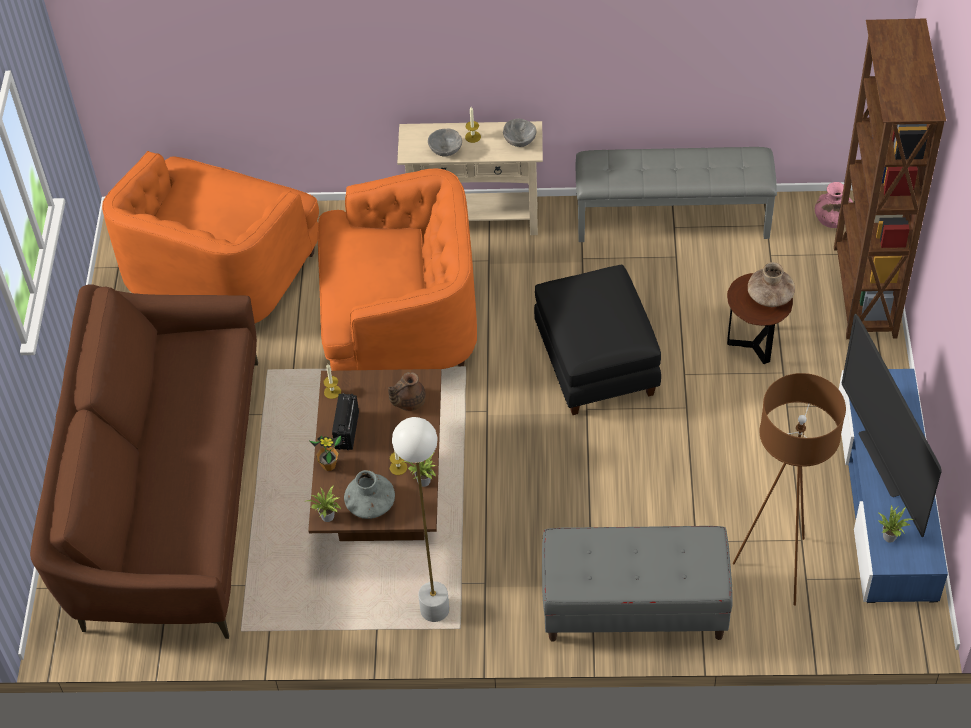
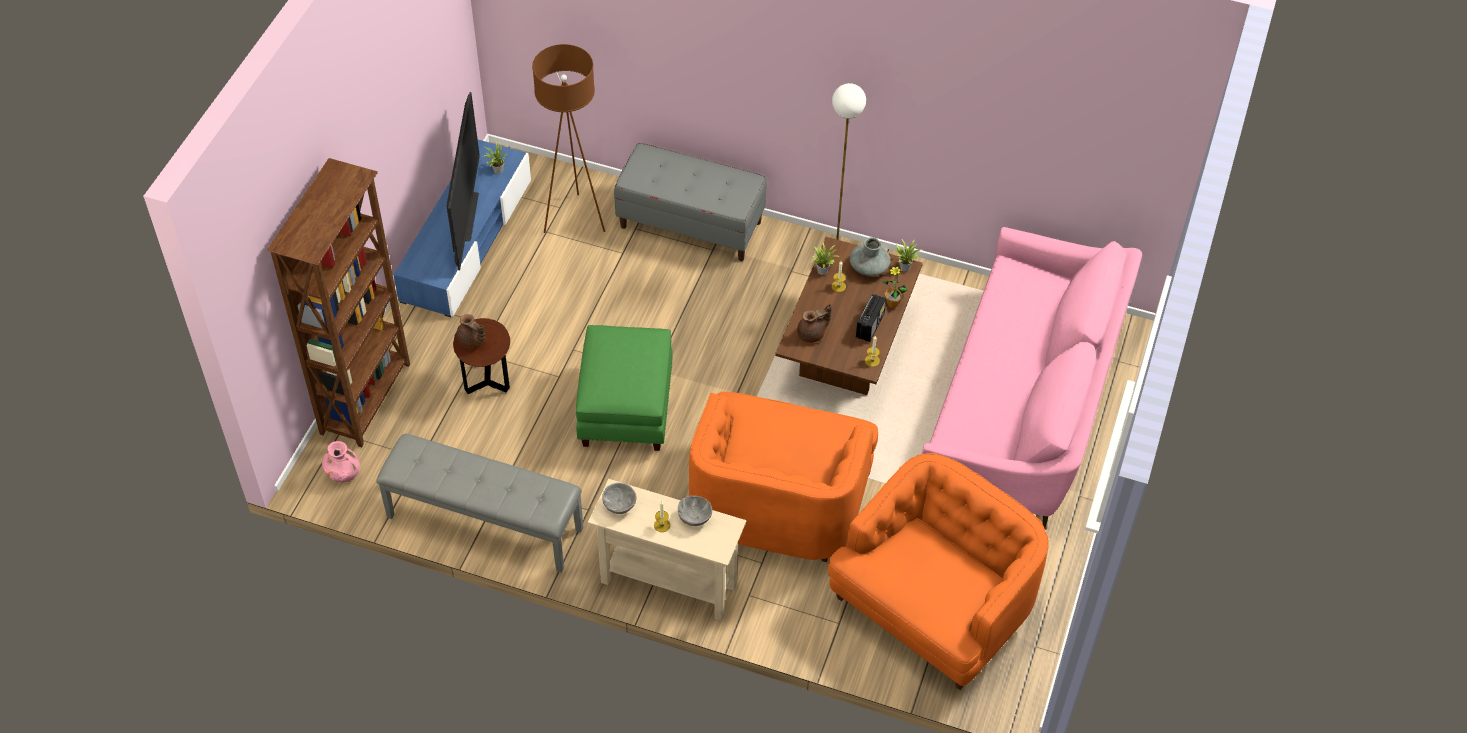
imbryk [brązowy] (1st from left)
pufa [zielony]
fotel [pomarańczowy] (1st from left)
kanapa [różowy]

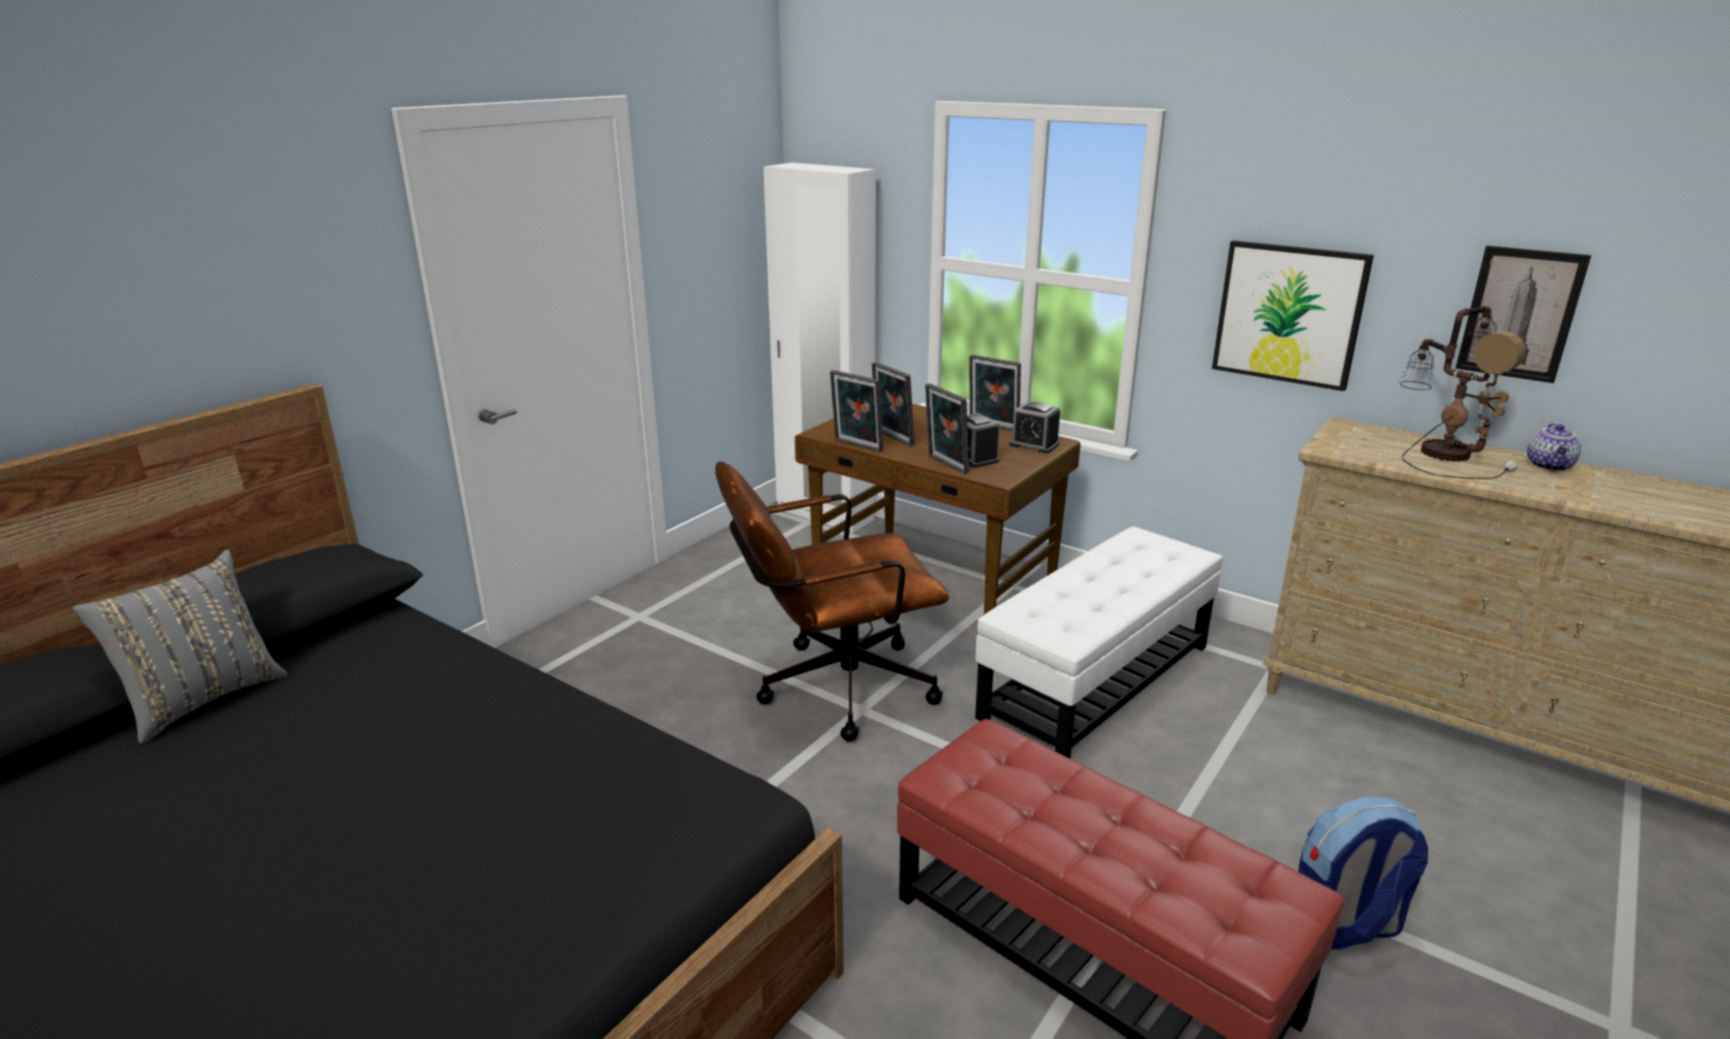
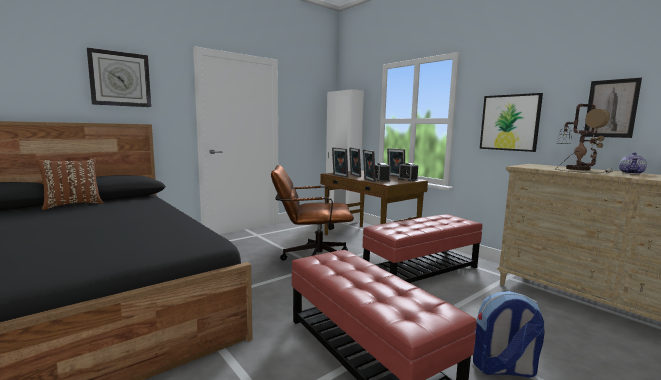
poduszka [brązowy]
zegar ścienny
pufa [czerwony] (2nd from left)

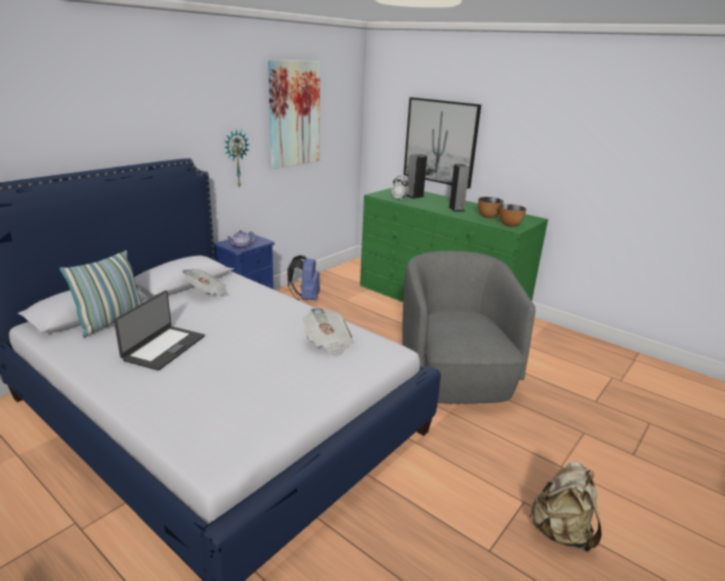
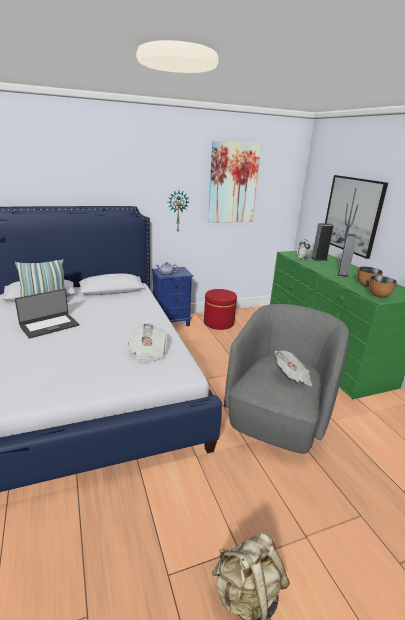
pufa [czerwony]
gazeta (2nd from left)

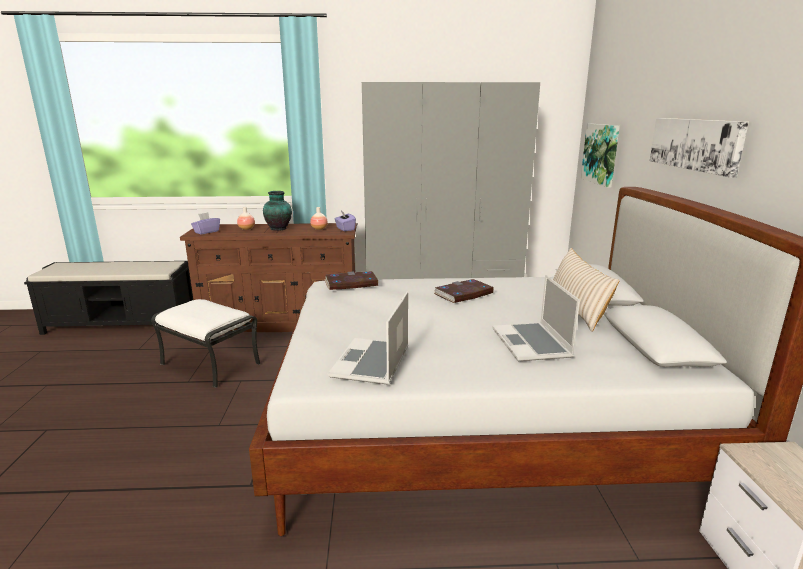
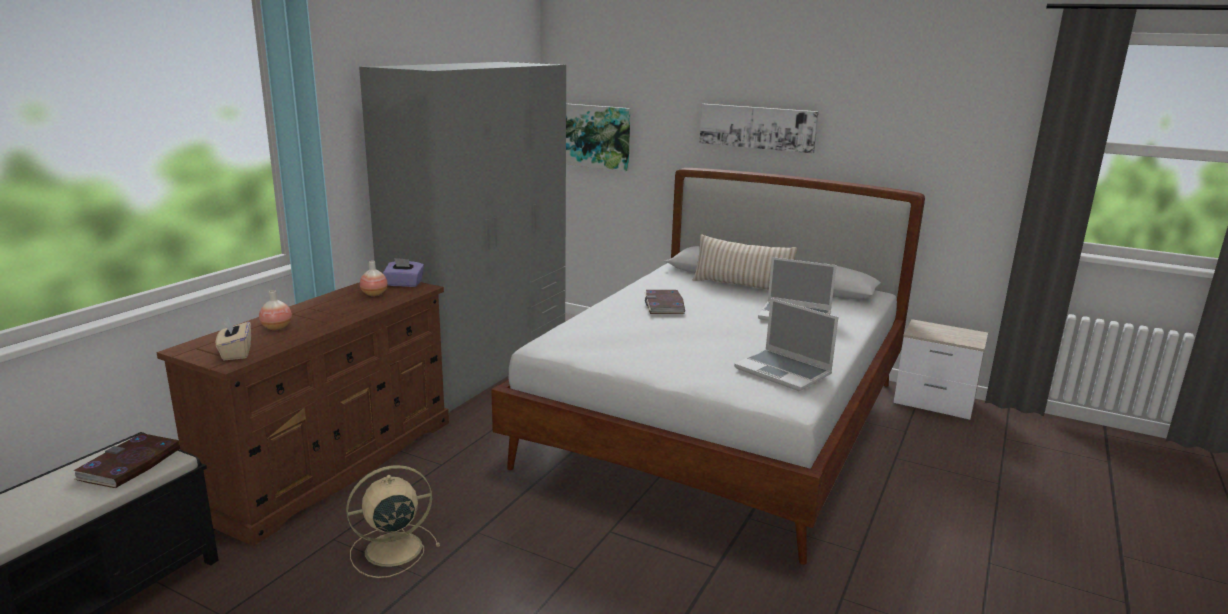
książka (1st from left)
pudełko chusteczek [beżowy]
wentylator [beżowy]
wazon (2nd from left in the first image)

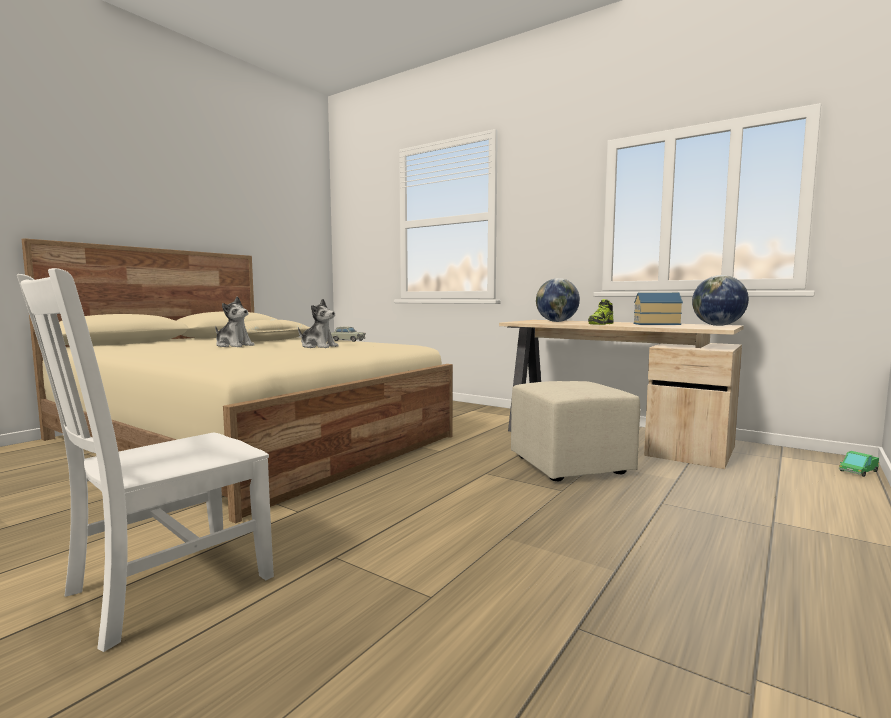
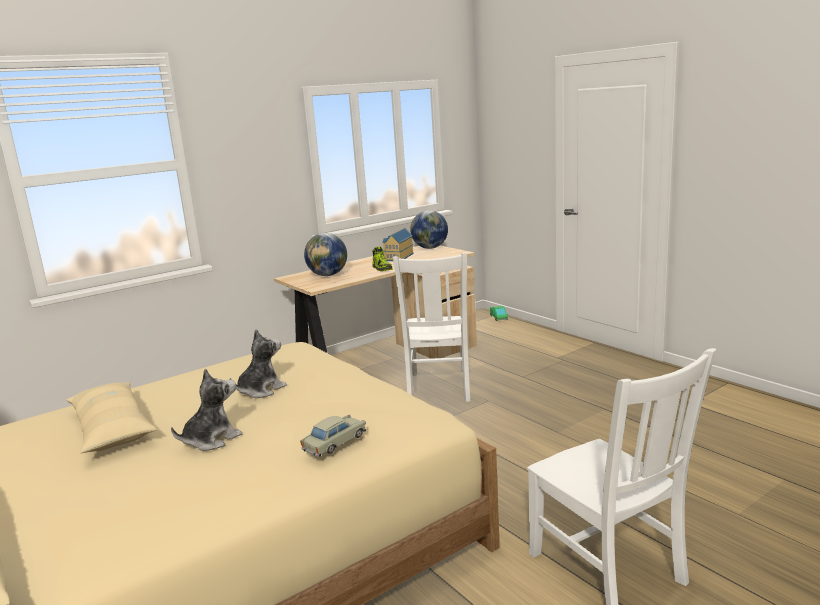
samochodzik [beżowy]
krzesło [biały] (1st from left)

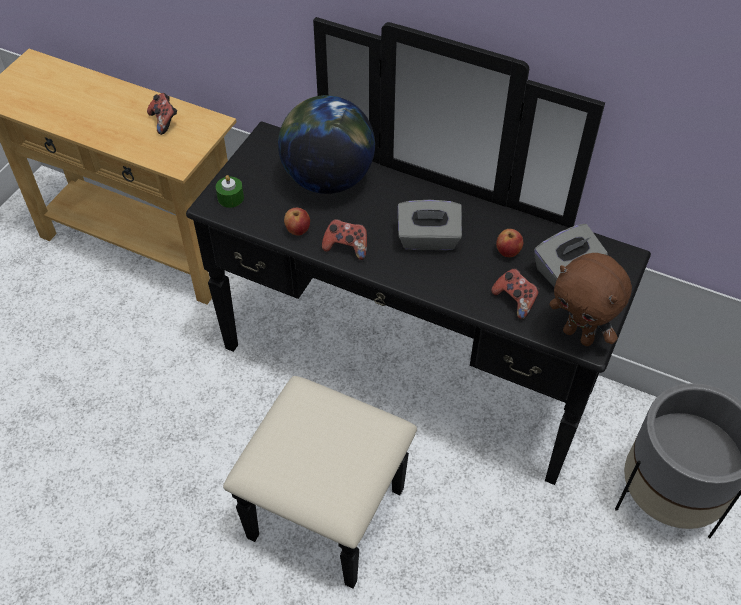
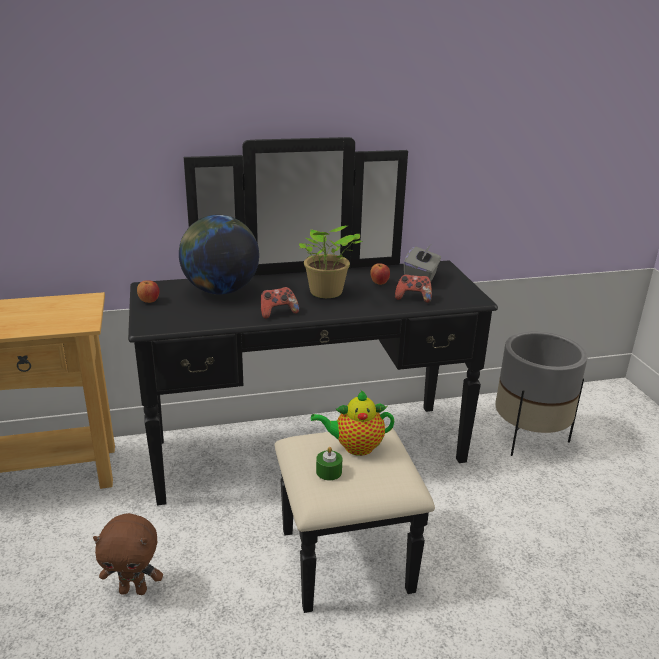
pluszak [brązowy]
jabłko (1st from left)
roślina doniczkowa
imbryk
świeca [zielony]
pad do gier (1st from left in the first image)

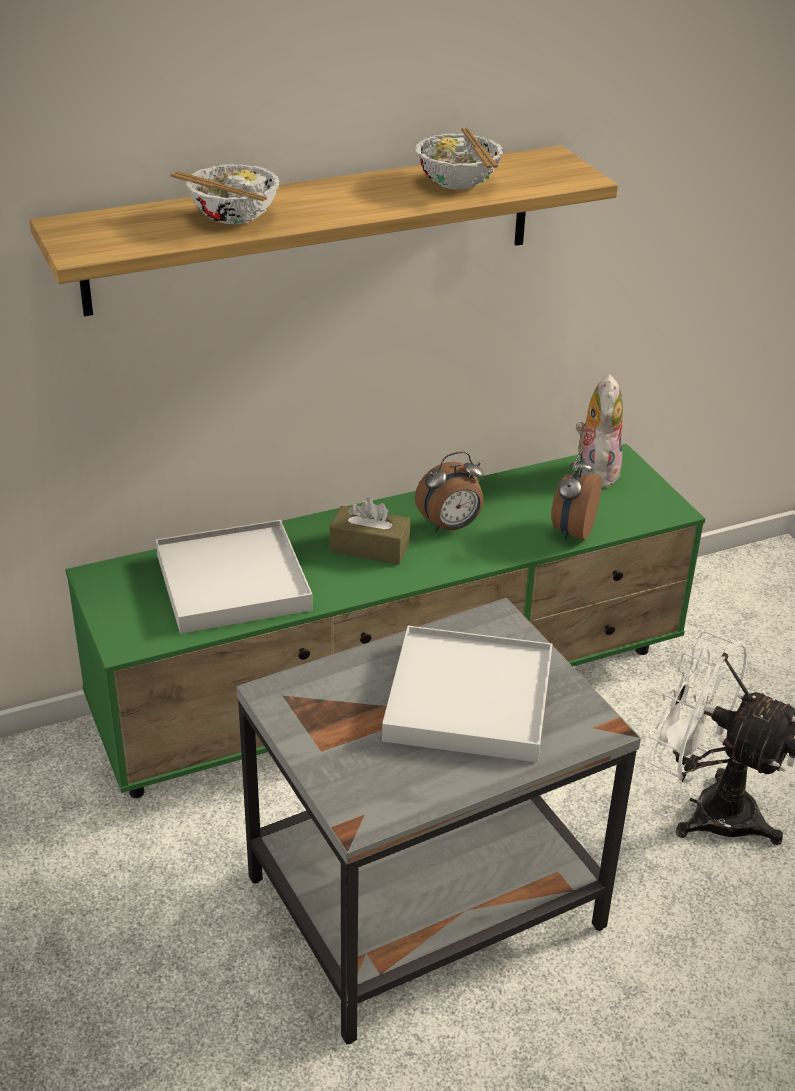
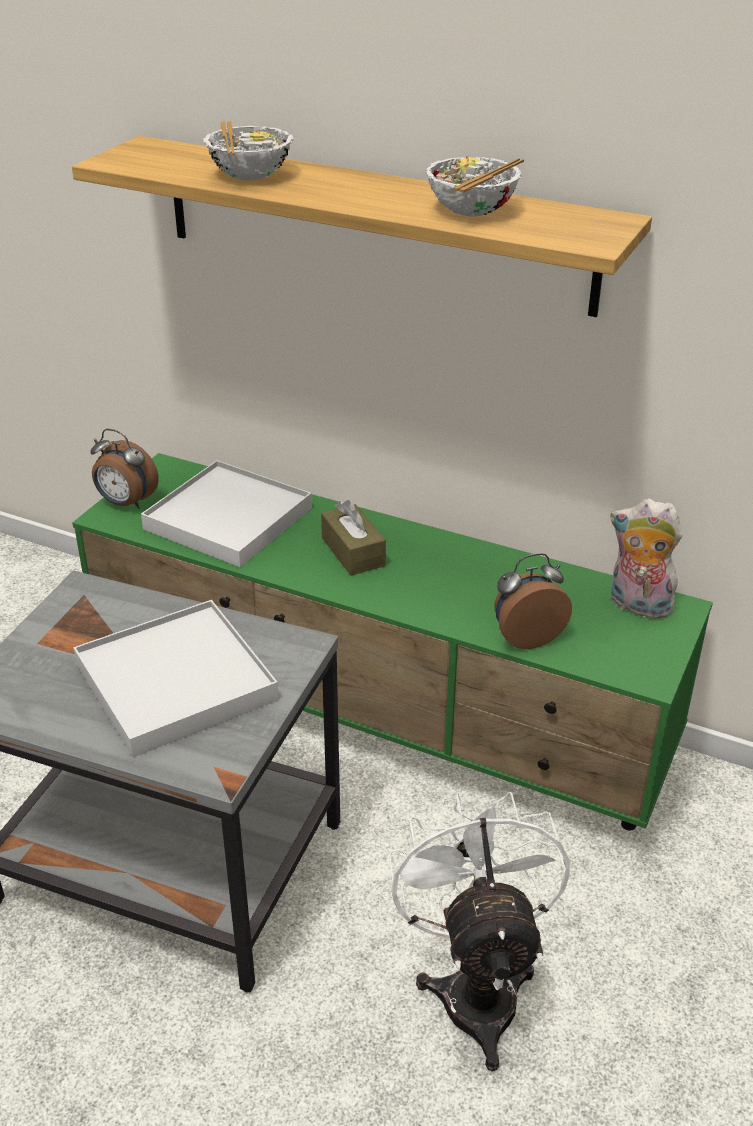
budzik (1st from left)
pluszak

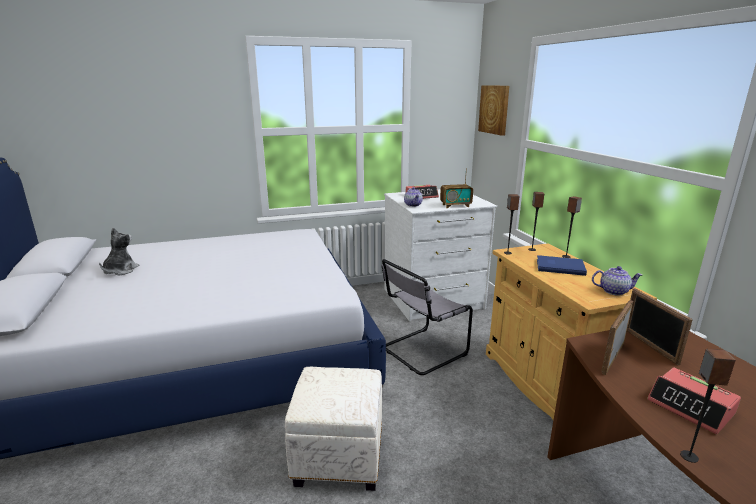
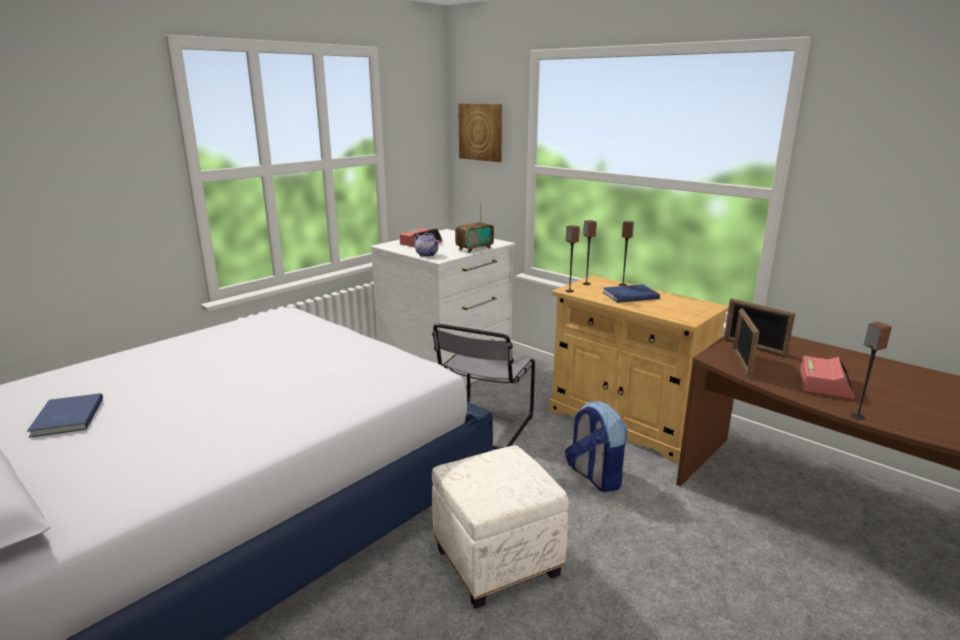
książka [niebieski] (1st from left)
plecak
budzik (2nd from left)
imbryk (2nd from left in the first image)

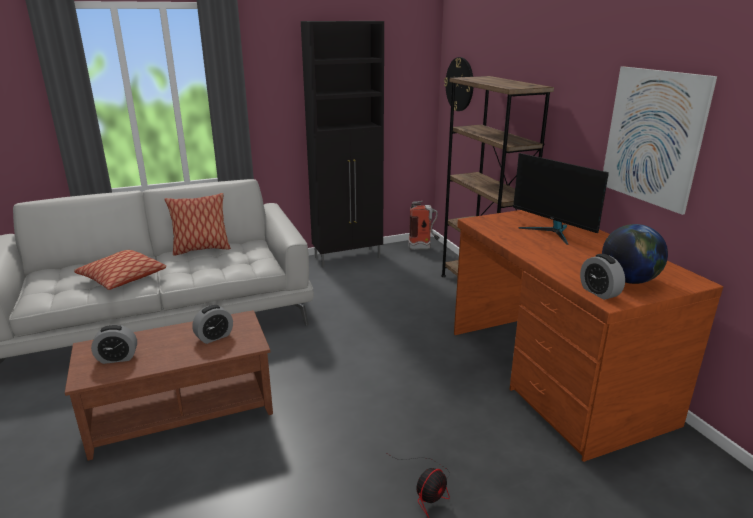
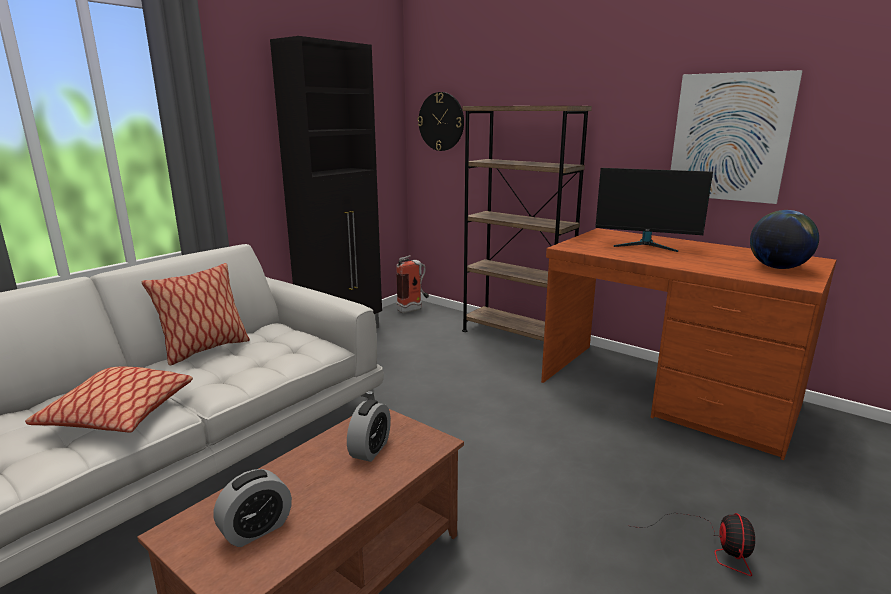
budzik (3rd from left in the first image)

